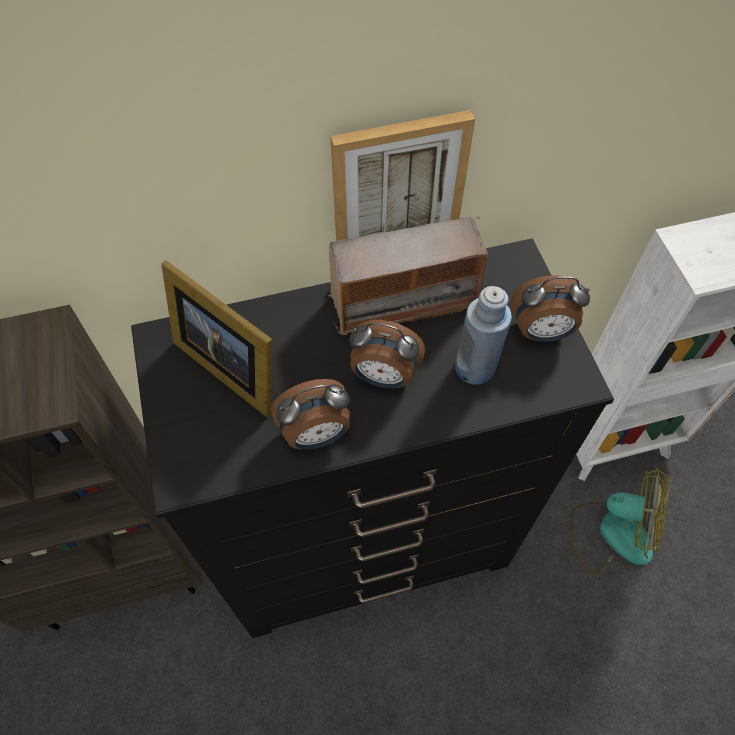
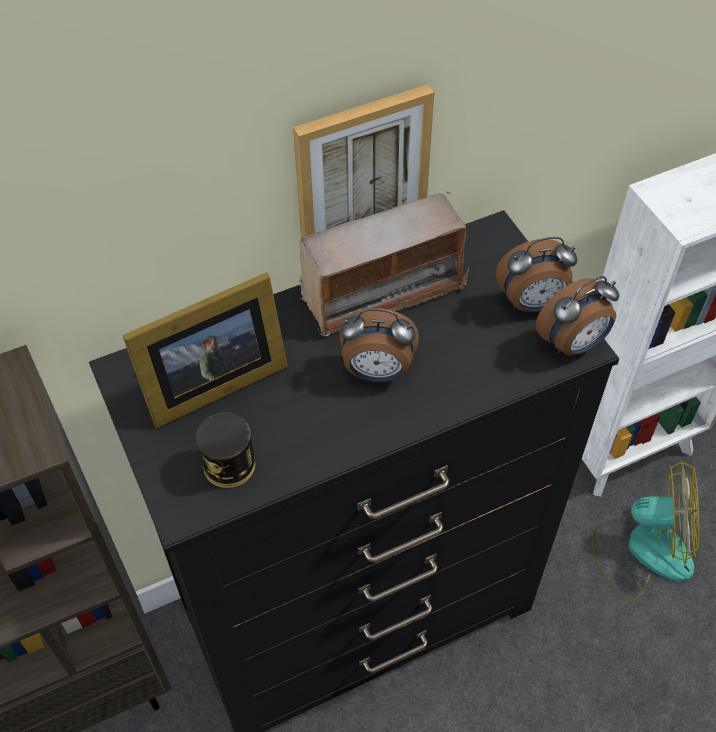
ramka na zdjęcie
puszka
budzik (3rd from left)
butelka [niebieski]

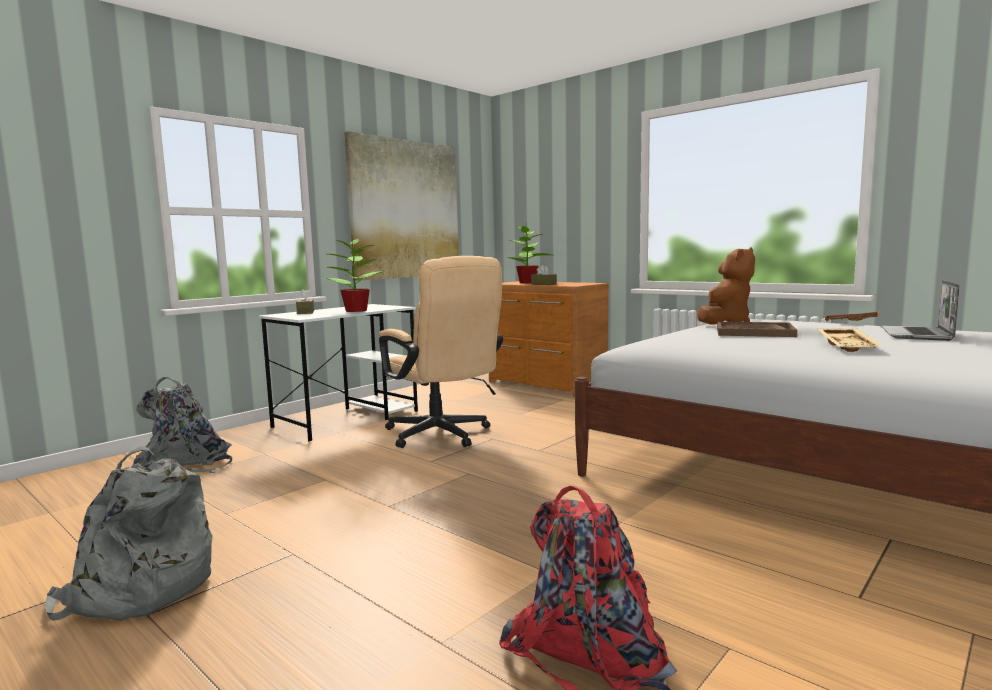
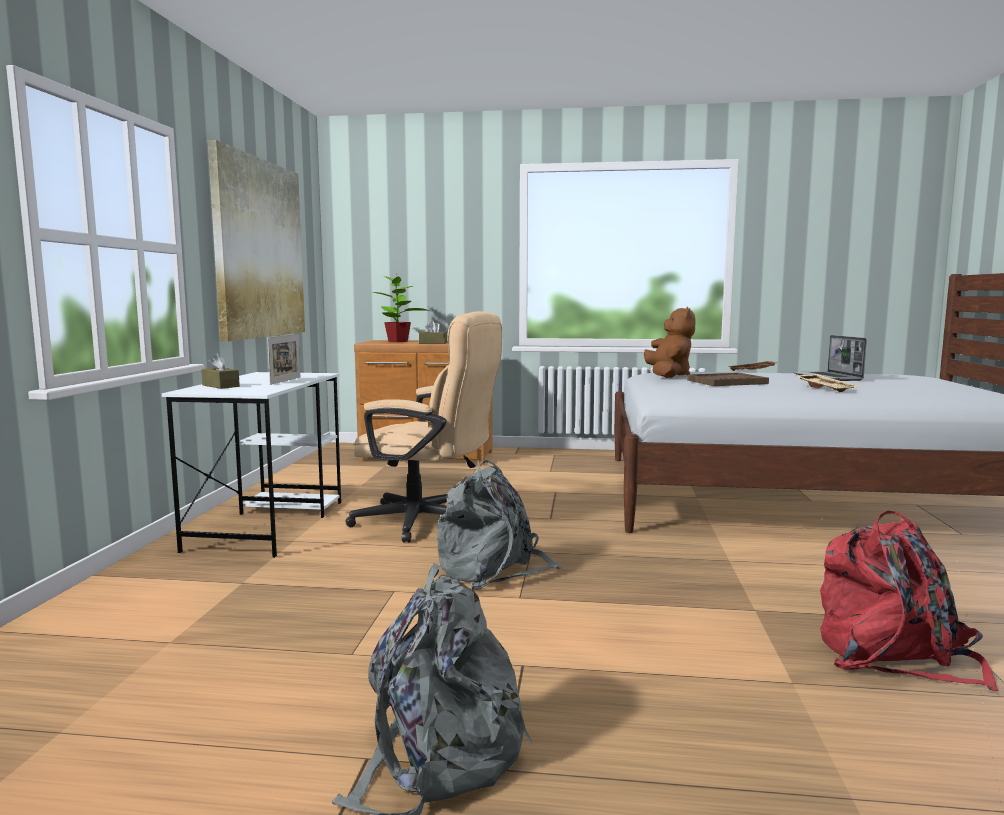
ramka na zdjęcie
plecak [szary] (2nd from left)

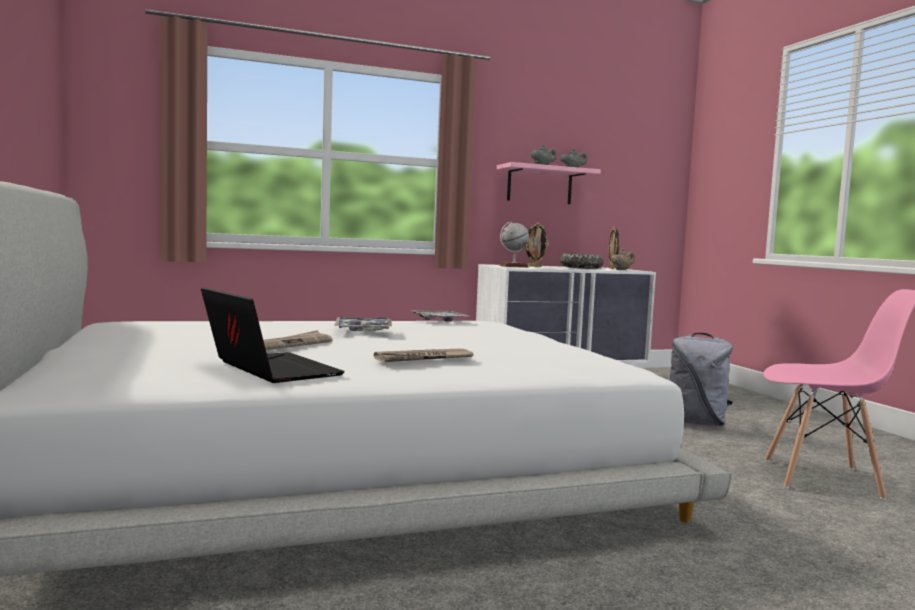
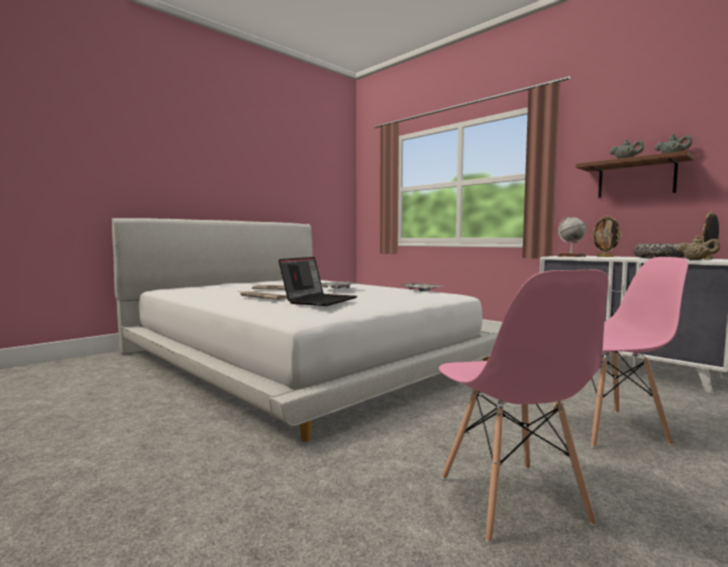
laptop
krzesło [różowy] (2nd from left)
półka [brązowy]

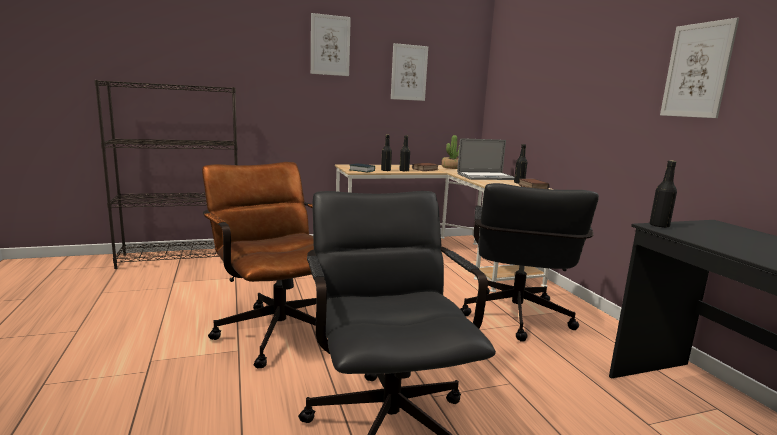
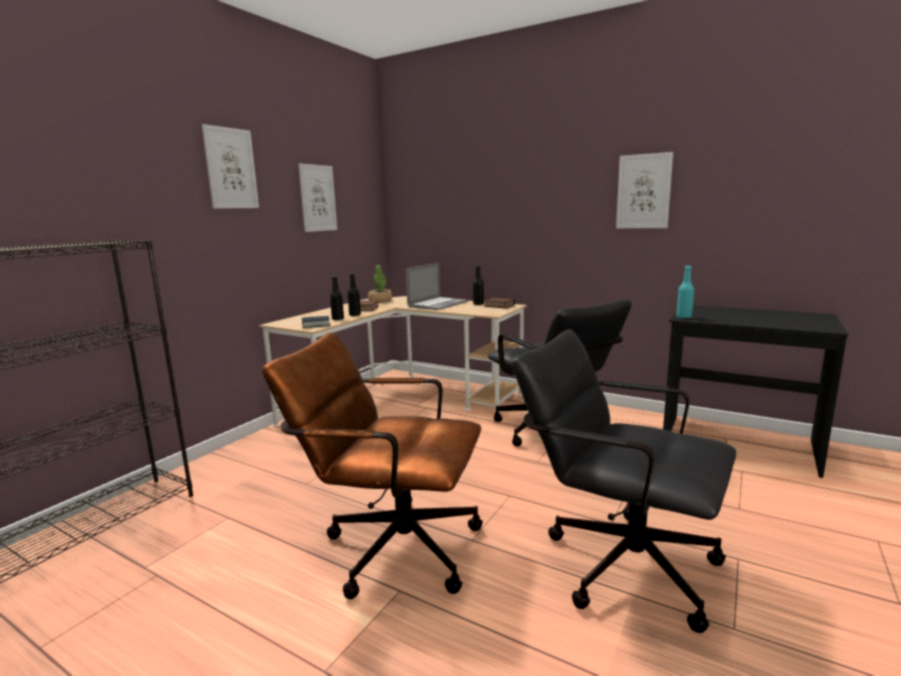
butelka [turkusowy]

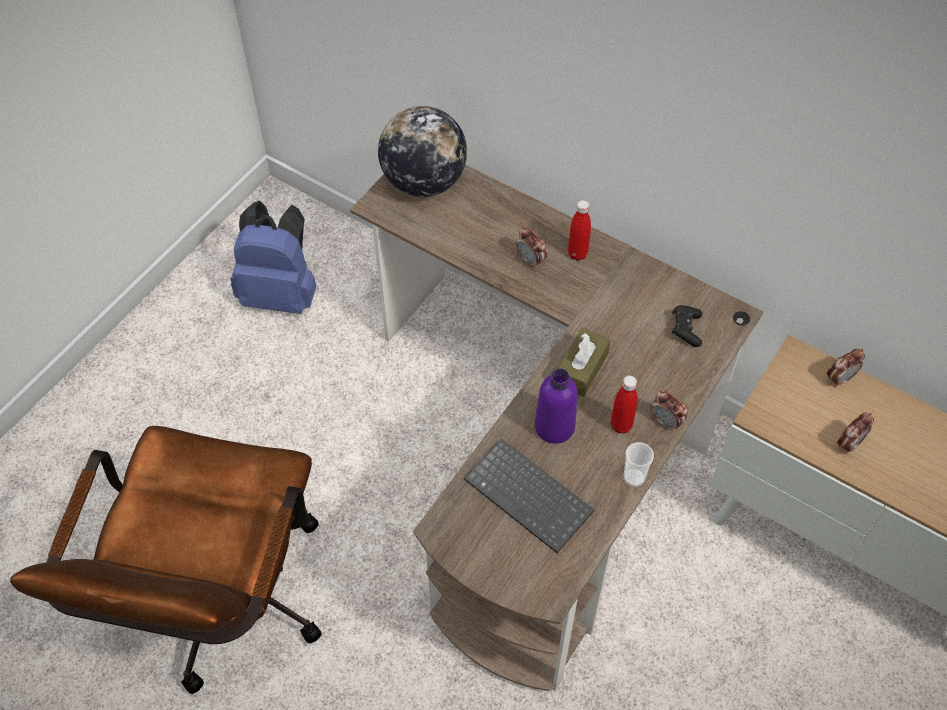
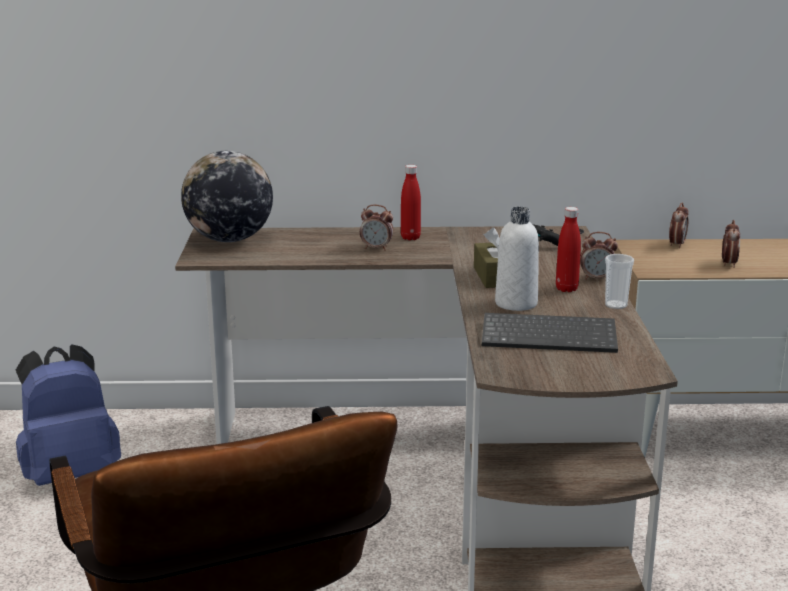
butelka [biały]

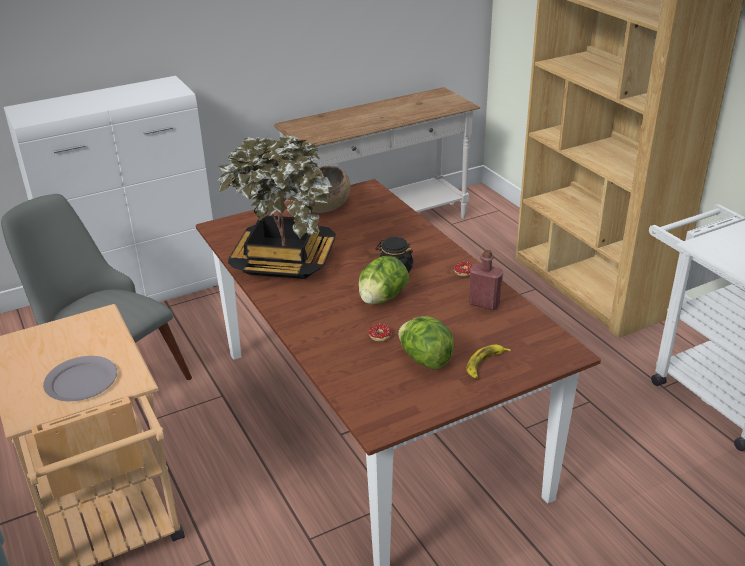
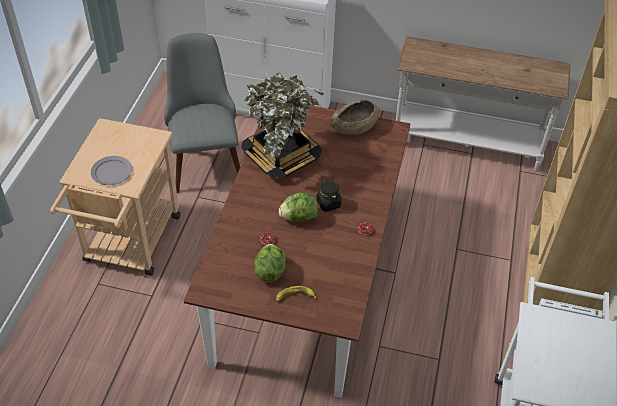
butelka [czerwony]

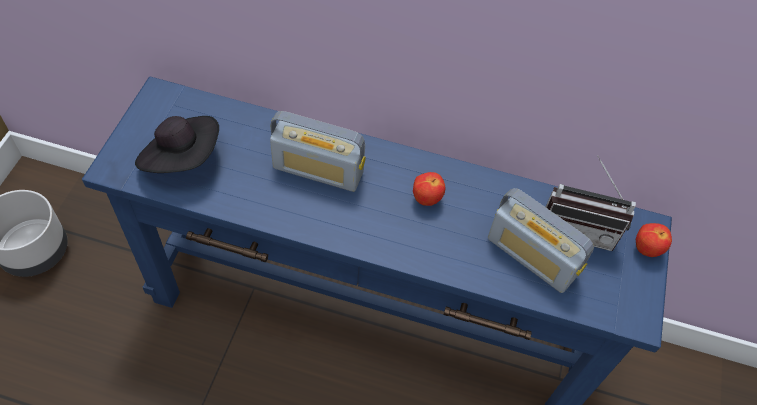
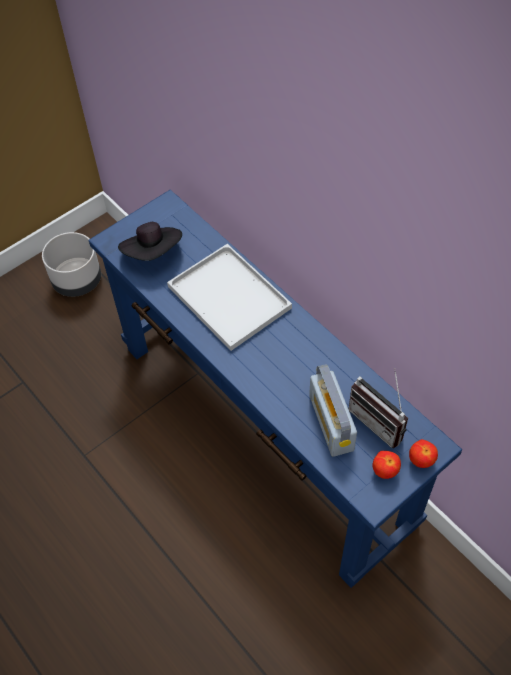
taca [biały]
jabłko (1st from left)

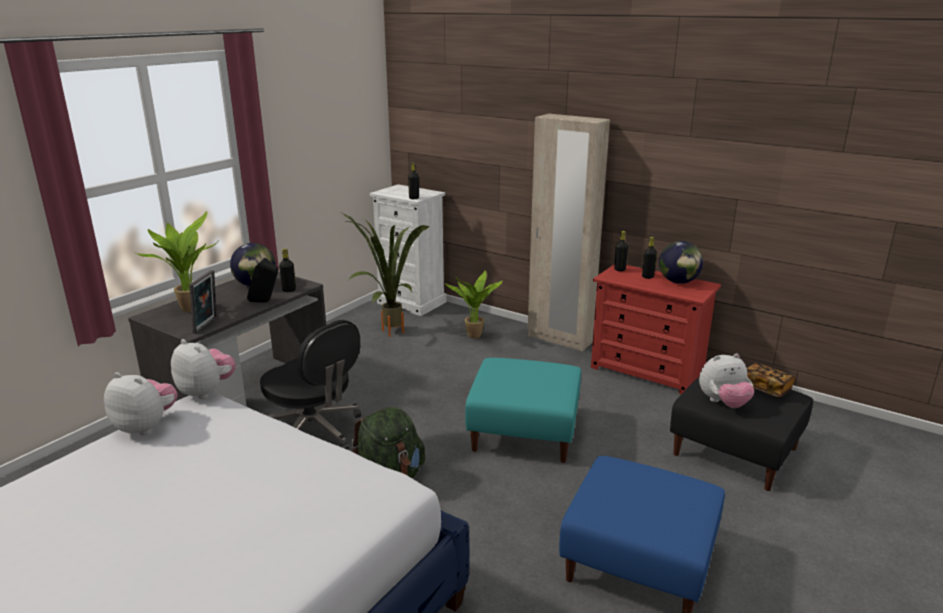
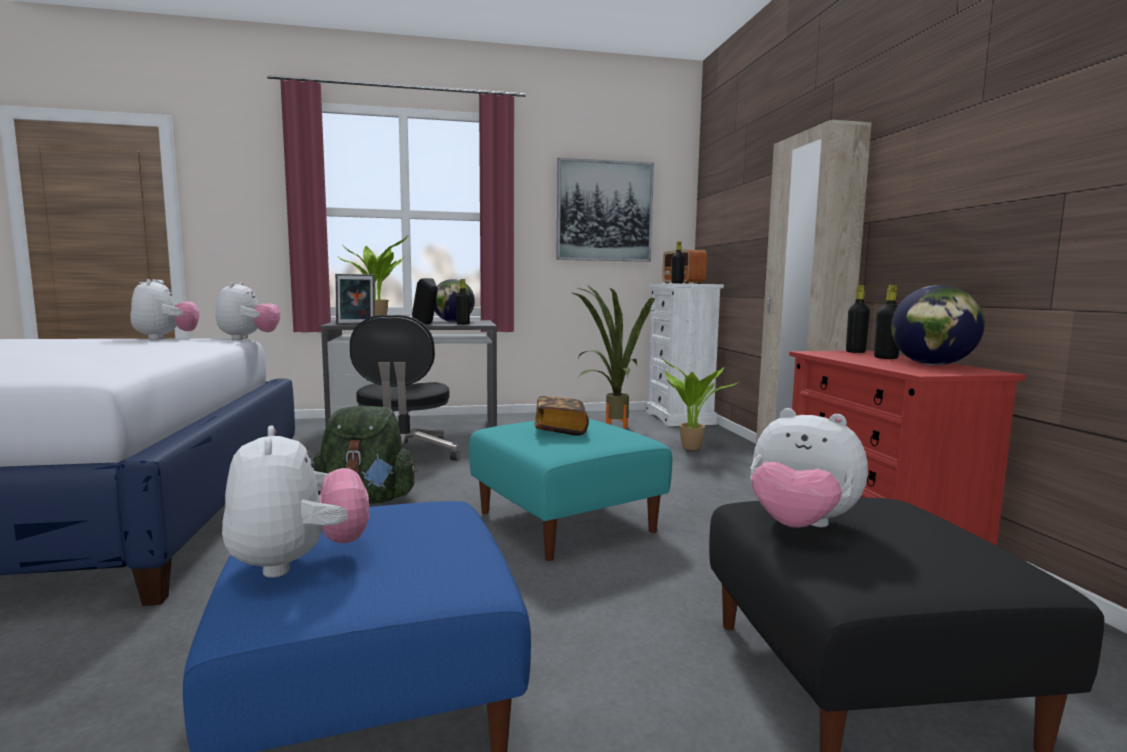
pluszak (3rd from left)
książka
obraz
radio

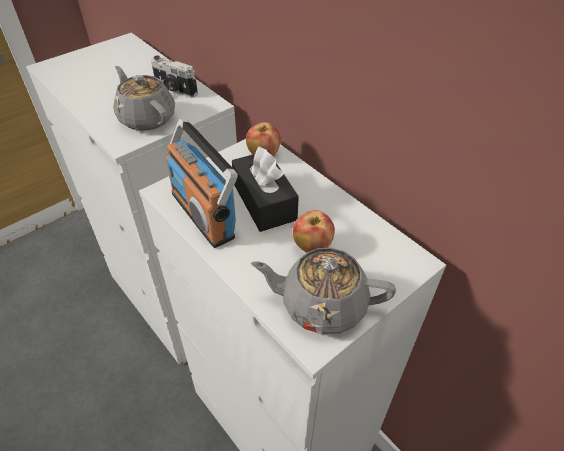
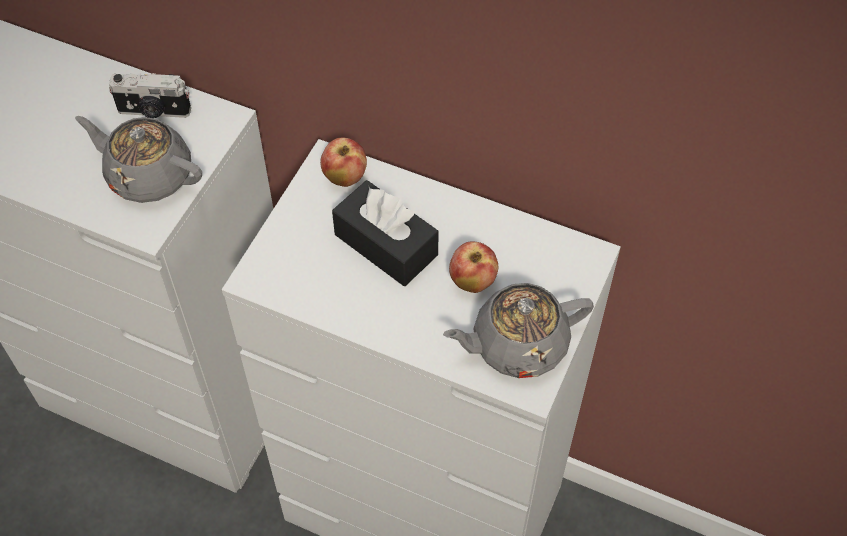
radio

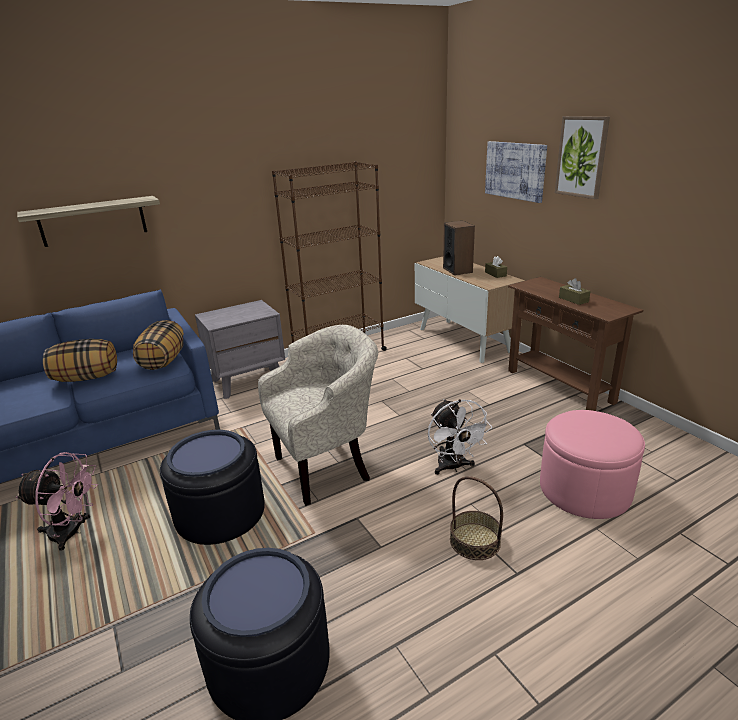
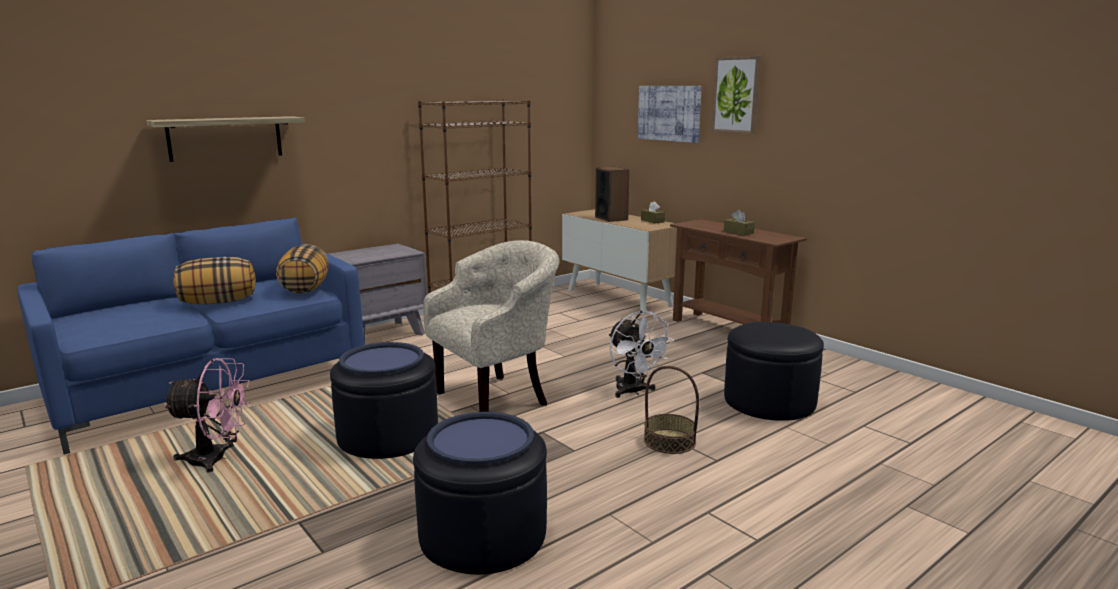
pufa [czarny] (3rd from left)

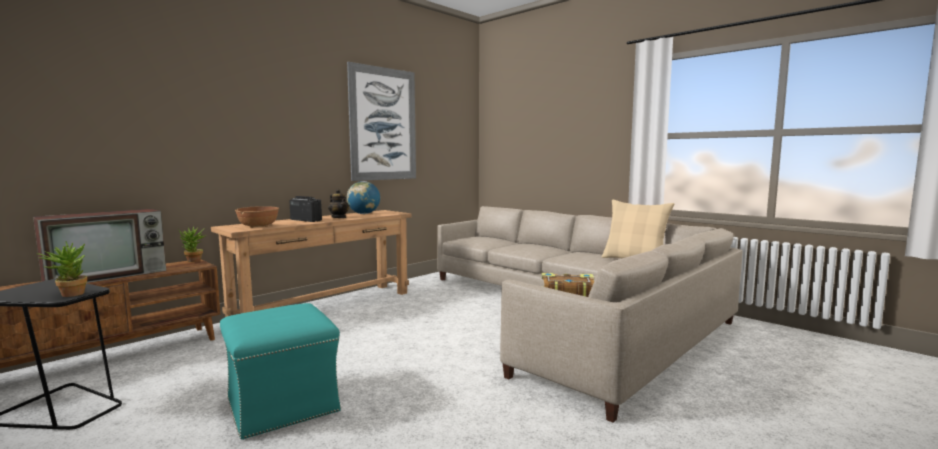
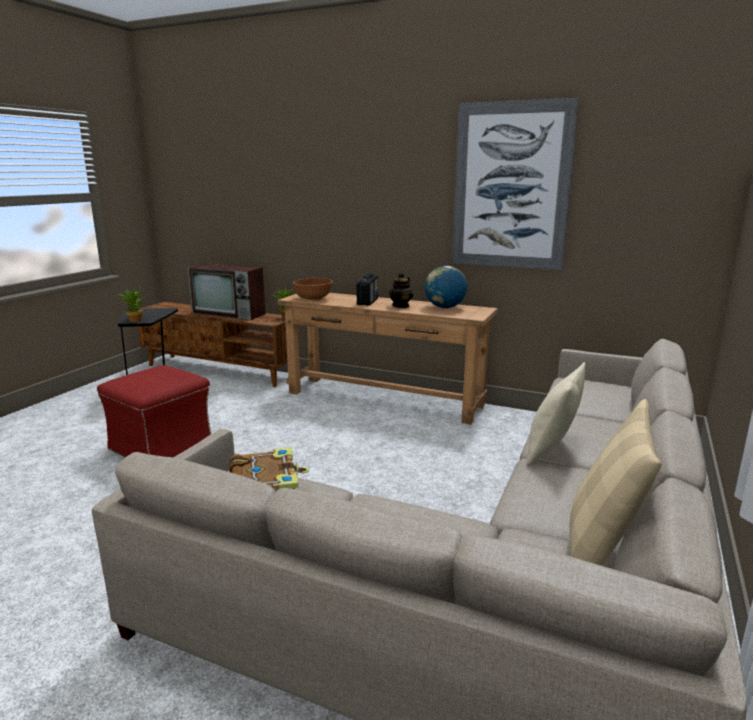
pufa [czerwony]
poduszka [beżowy] (1st from left)

